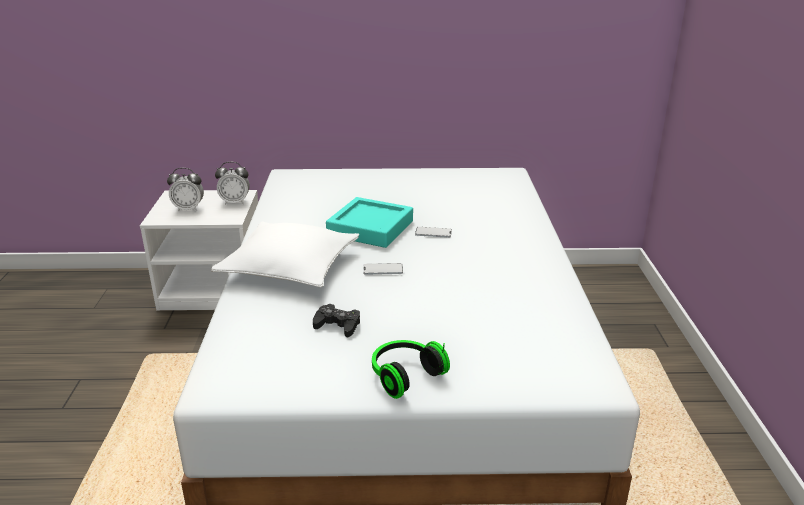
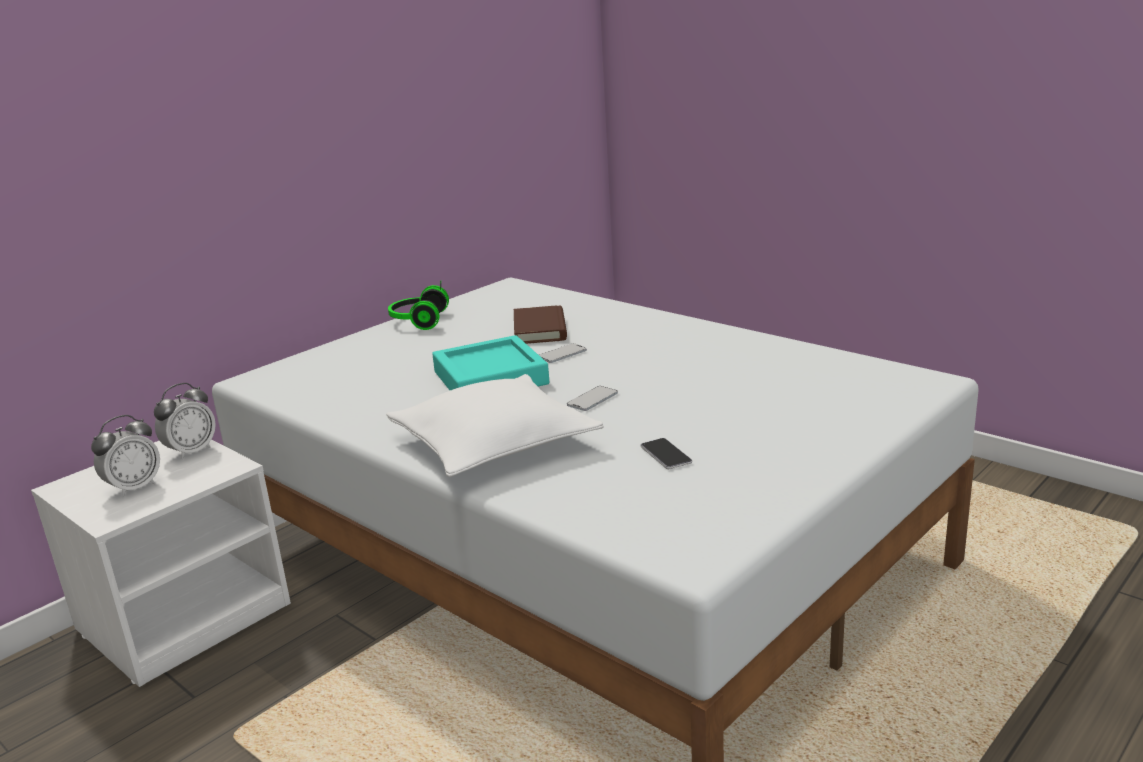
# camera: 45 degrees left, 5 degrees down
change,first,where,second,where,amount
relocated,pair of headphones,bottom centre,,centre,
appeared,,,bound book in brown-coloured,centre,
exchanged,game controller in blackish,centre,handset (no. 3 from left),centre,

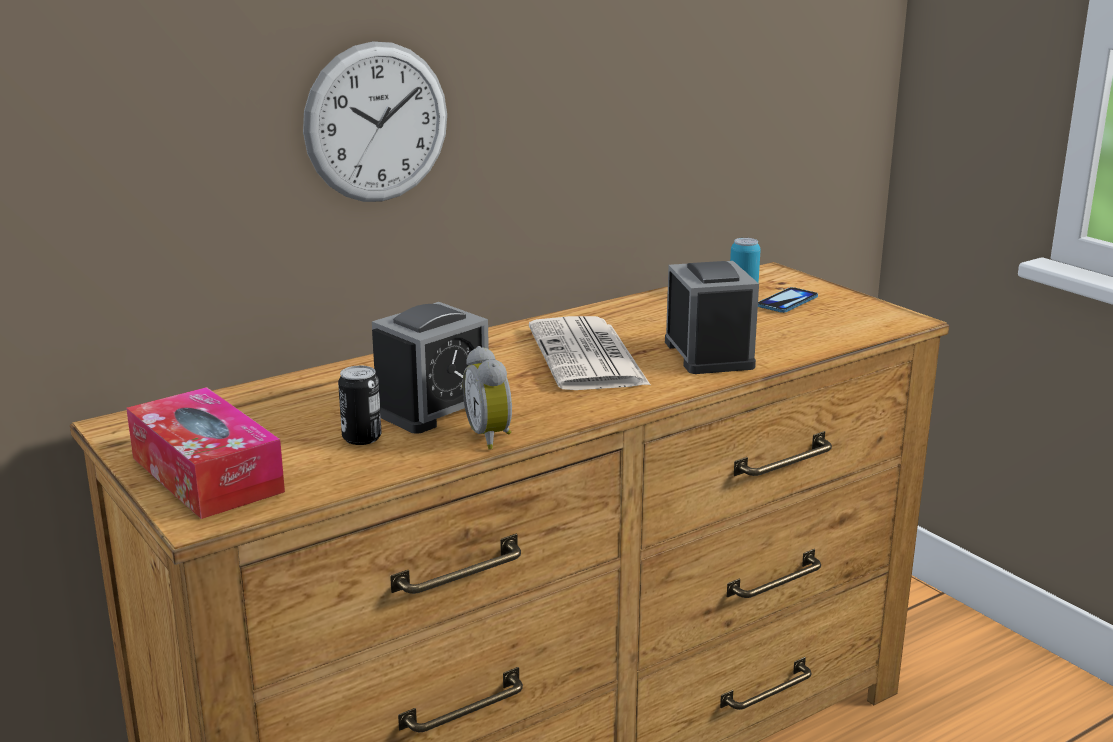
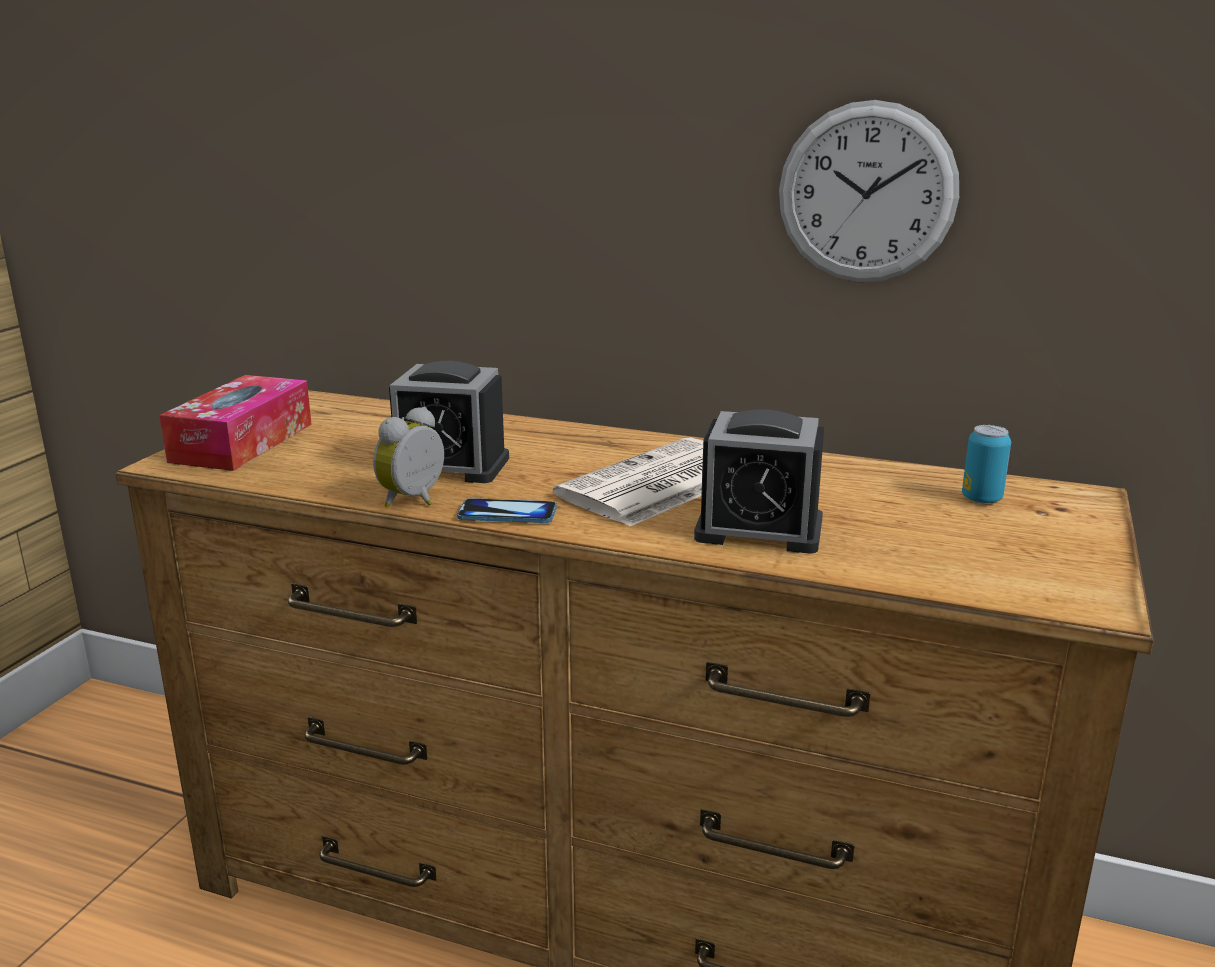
# camera: 55 degrees right, 0 degrees up
change,first,where,second,where,amount
relocated,handset,middle right,,centre,
spun,alarm clock (no. 3 from left),centre,,centre,60 degrees clockwise
relocated,hanging clock,top centre,,top right,
missing,can (no. 1 from left),middle left,,,

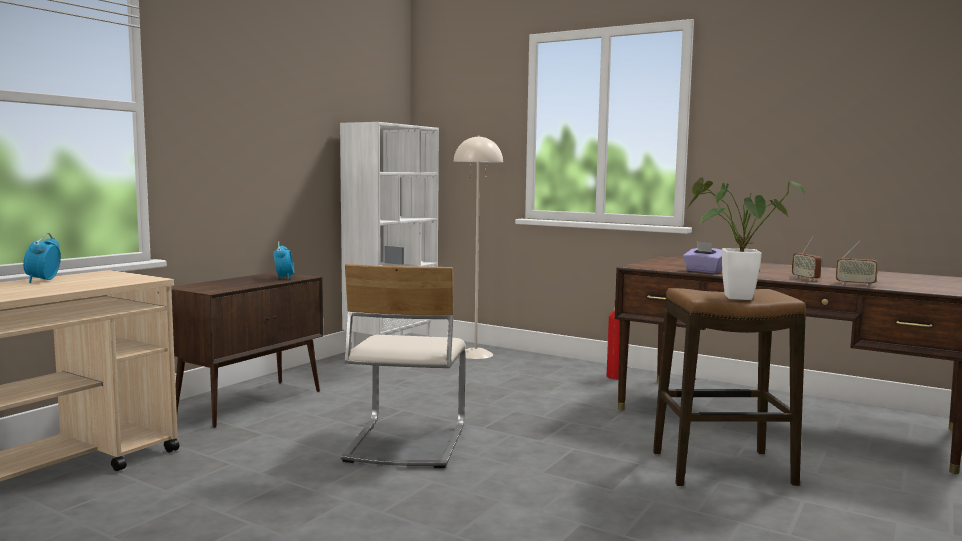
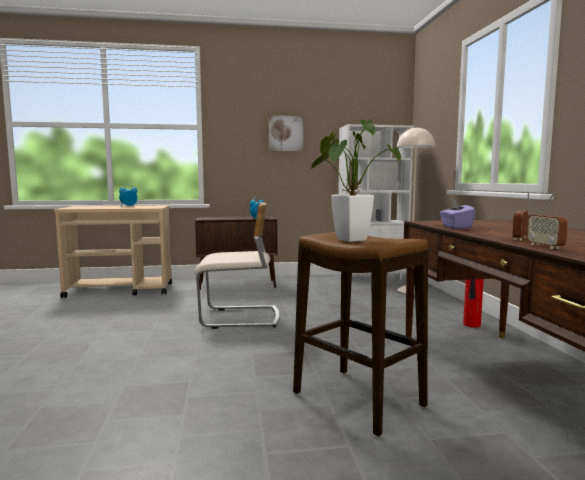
# camera: 50 degrees right, 0 degrees up
change,first,where,second,where,amount
spun,plain chair in beige-coloured,bottom centre,,centre,150 degrees counterclockwise
appeared,,,wall picture,top centre,

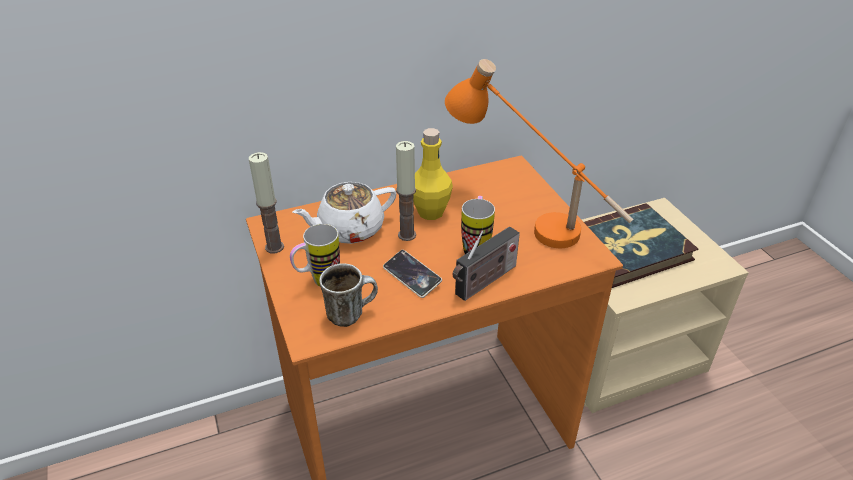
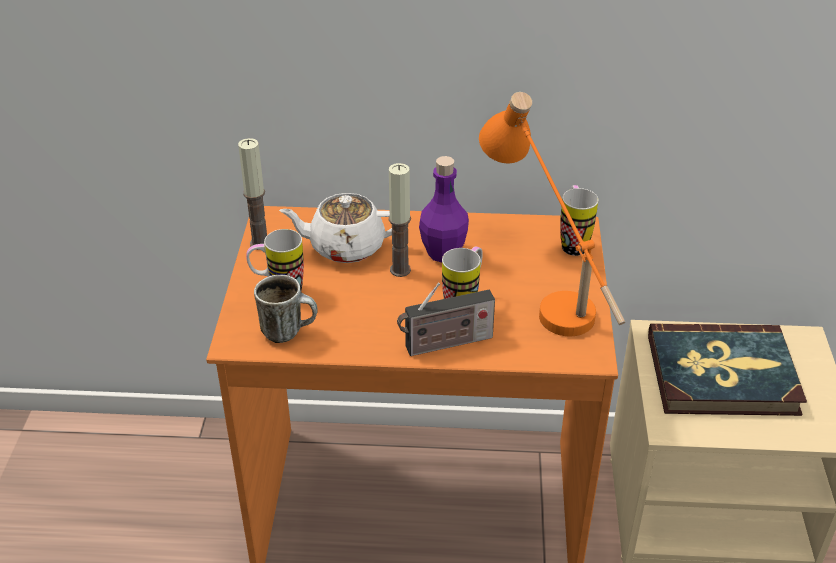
# camera: 25 degrees right, 0 degrees up
change,first,where,second,where,amount
colour,drink bottle in yellowish,centre,drink bottle in purple-coloured,centre,
appeared,,,coffee mug (no. 4 from left),middle right,
missing,handset,centre,,,

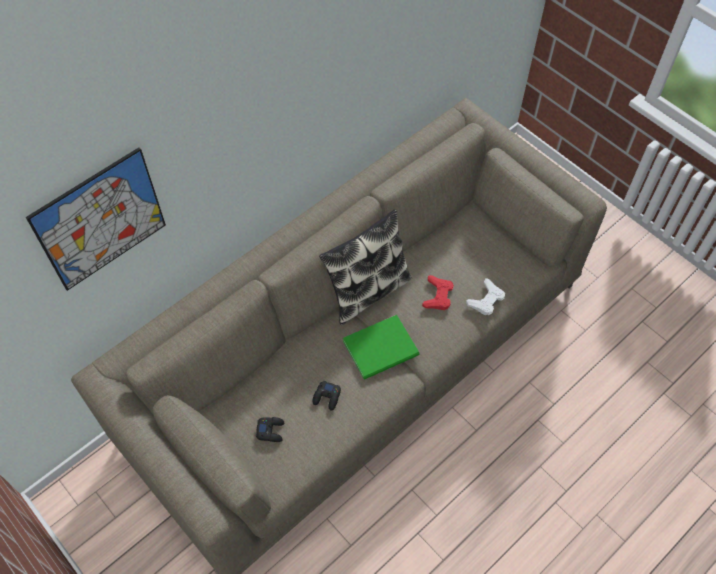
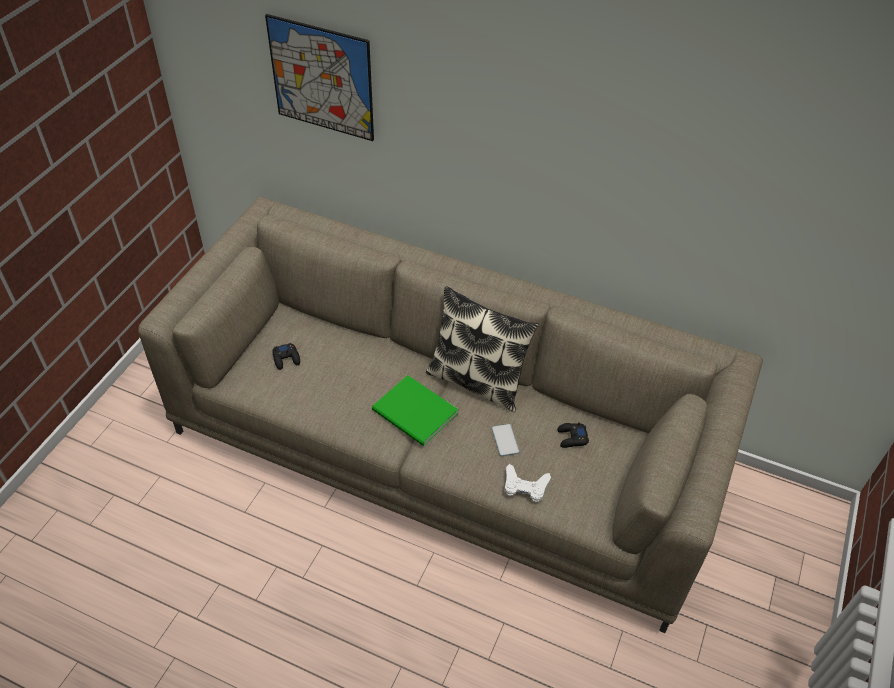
# camera: 65 degrees right, 10 degrees down
change,first,where,second,where,amount
exchanged,game controller in reddish,centre,handset,centre,
relocated,game controller in blackish (no. 2 from left),bottom centre,,centre,

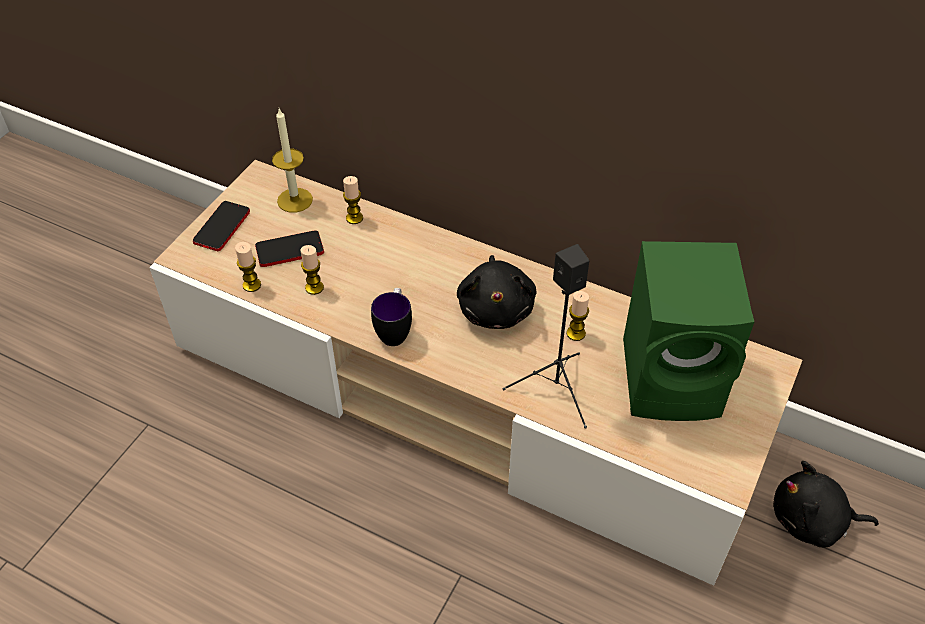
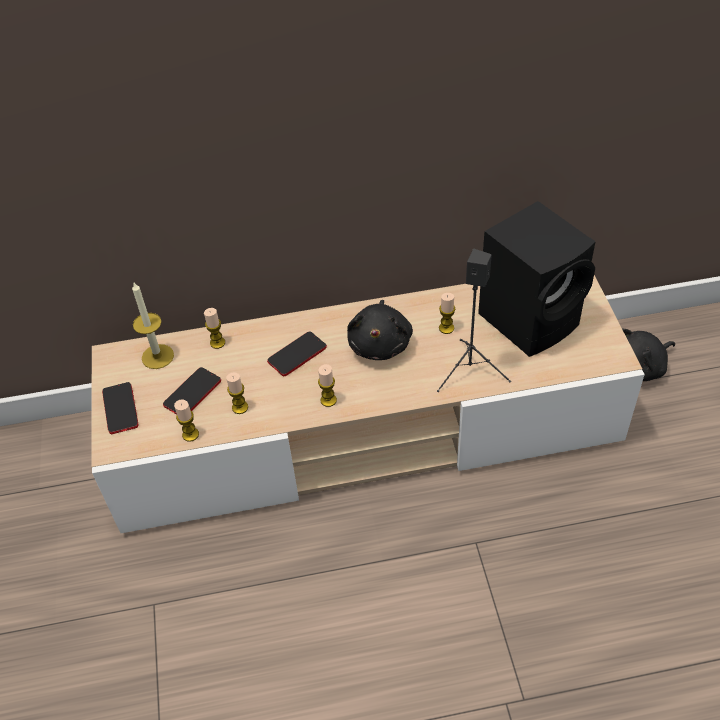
# camera: 35 degrees left, 0 degrees up
change,first,where,second,where,amount
appeared,,,handset (no. 3 from left),centre,
exchanged,coffee mug,centre,candle (no. 5 from left),centre,
spun,soft toy in blackish (no. 1 from left),centre,,centre,45 degrees clockwise
colour,audio speaker in green,middle right,audio speaker in blackish (no. 2 from left),middle right,

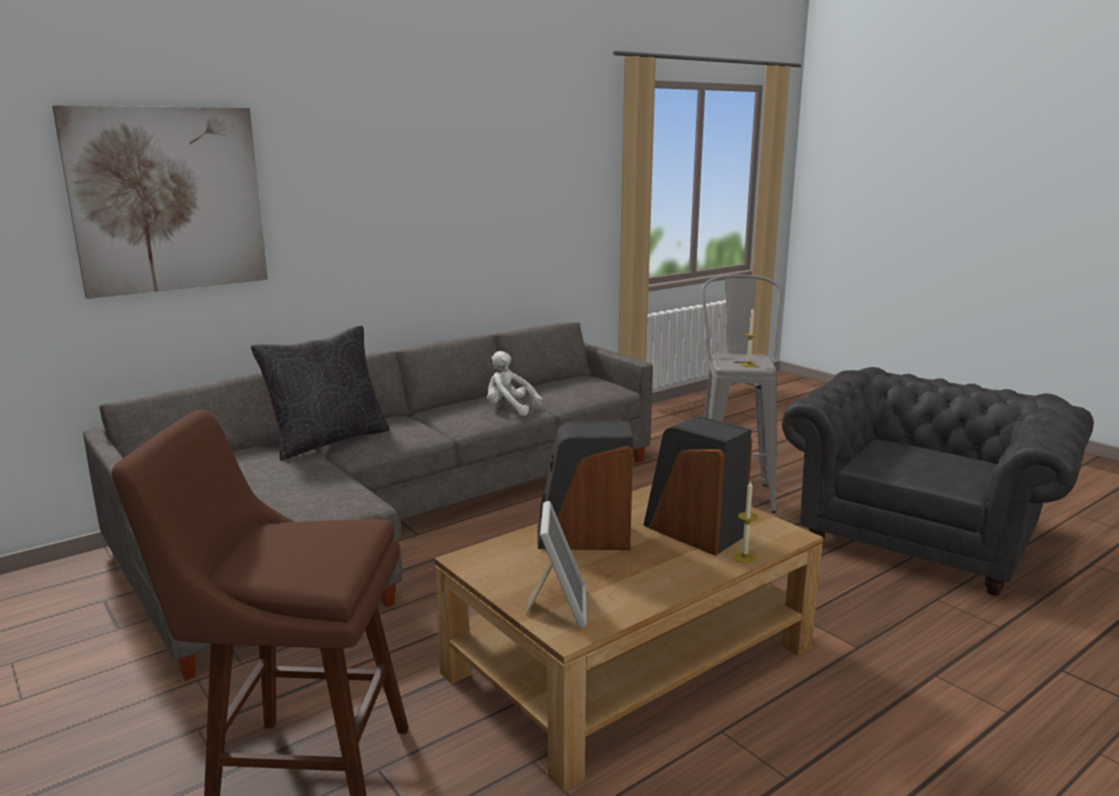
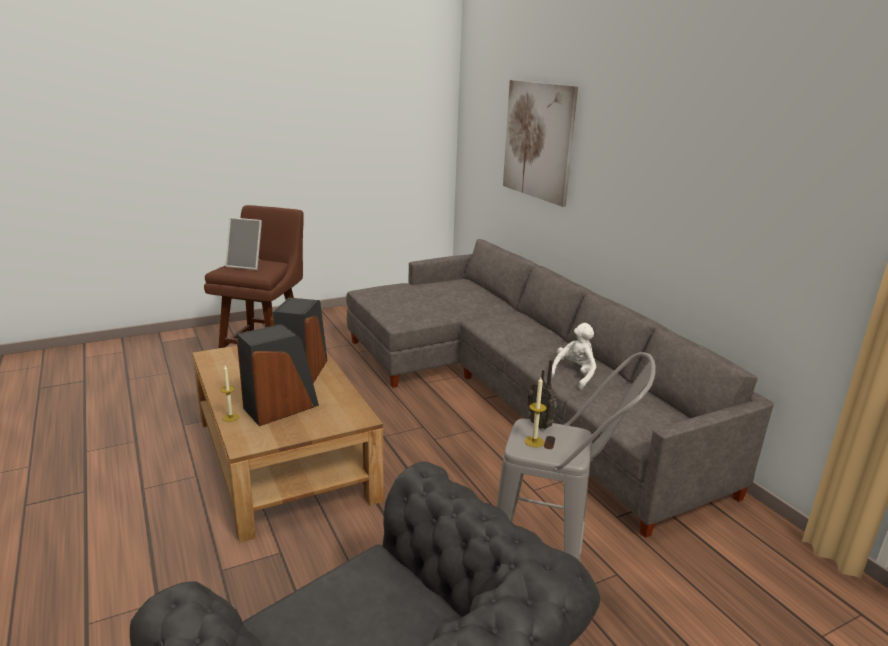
# camera: 100 degrees right, 5 degrees up
change,first,where,second,where,amount
relocated,standing frame,bottom centre,,middle left,
appeared,,,radio,centre,
missing,pillow in blackish,middle left,,,

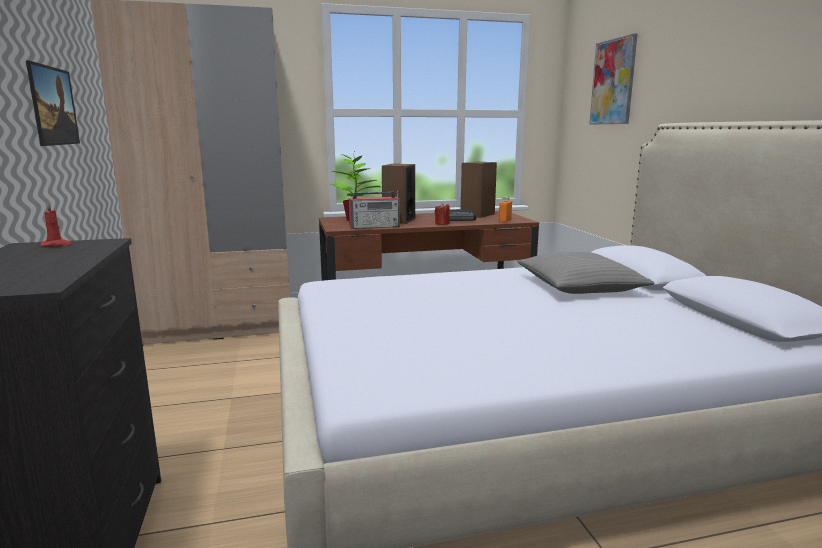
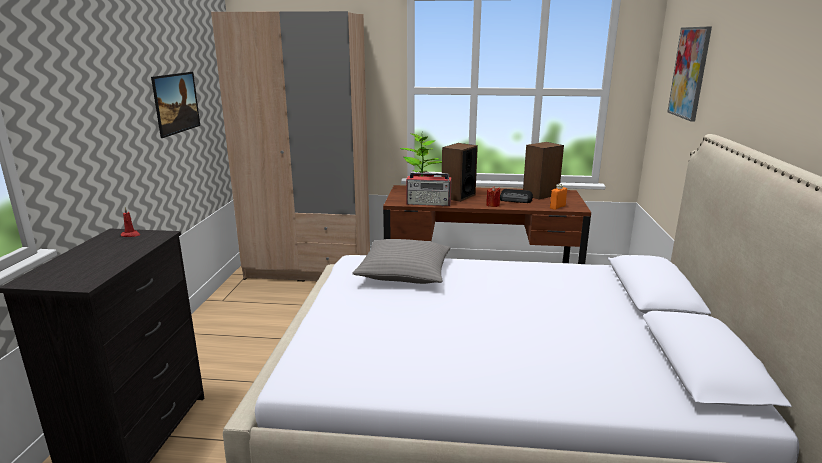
# camera: 20 degrees right, 5 degrees up
change,first,where,second,where,amount
relocated,pillow in gray,middle right,,centre,

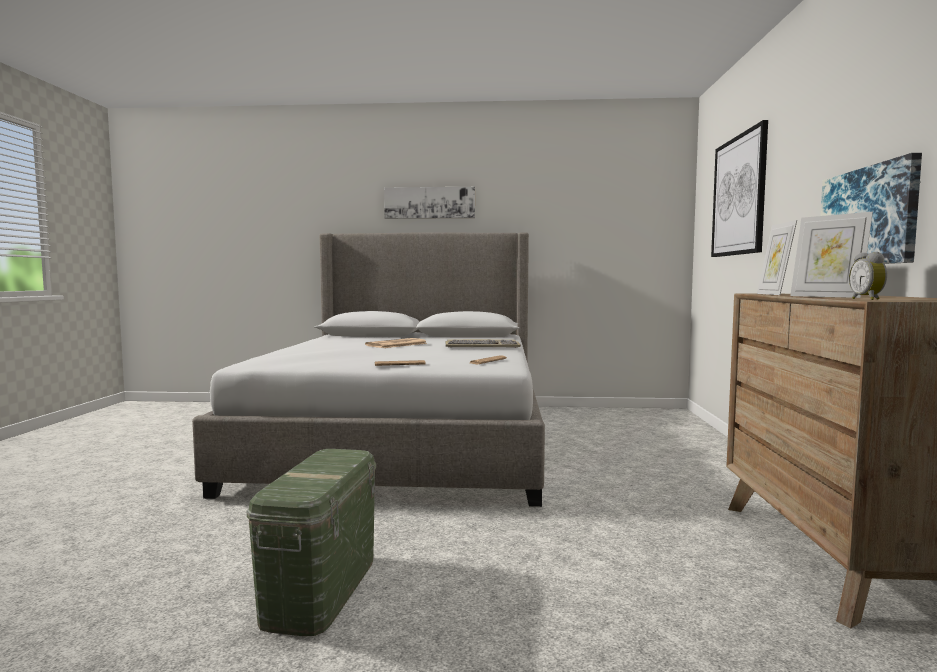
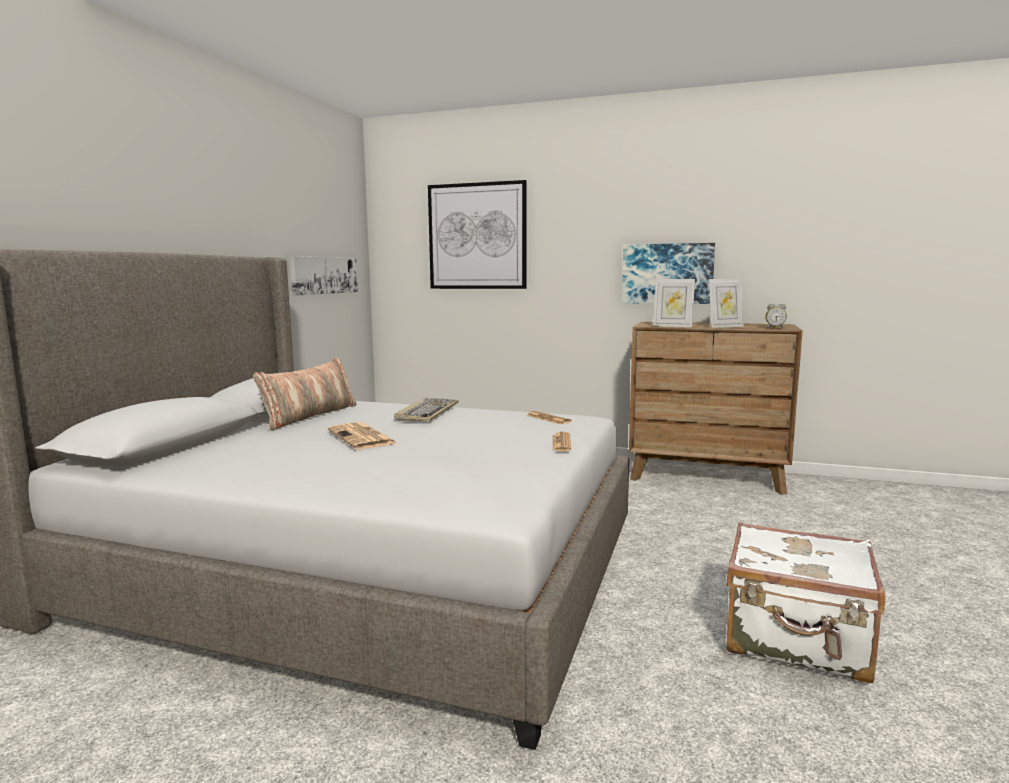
# camera: 75 degrees left, 5 degrees up
change,first,where,second,where,amount
appeared,,,pillow,middle left,
relocated,wall picture (no. 1 from left),top centre,,middle left,
exchanged,storage box in green,bottom left,travel case in white,bottom right,

